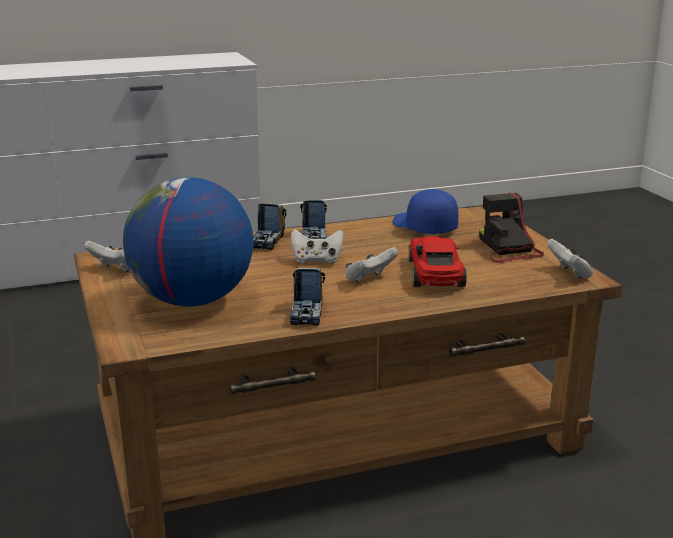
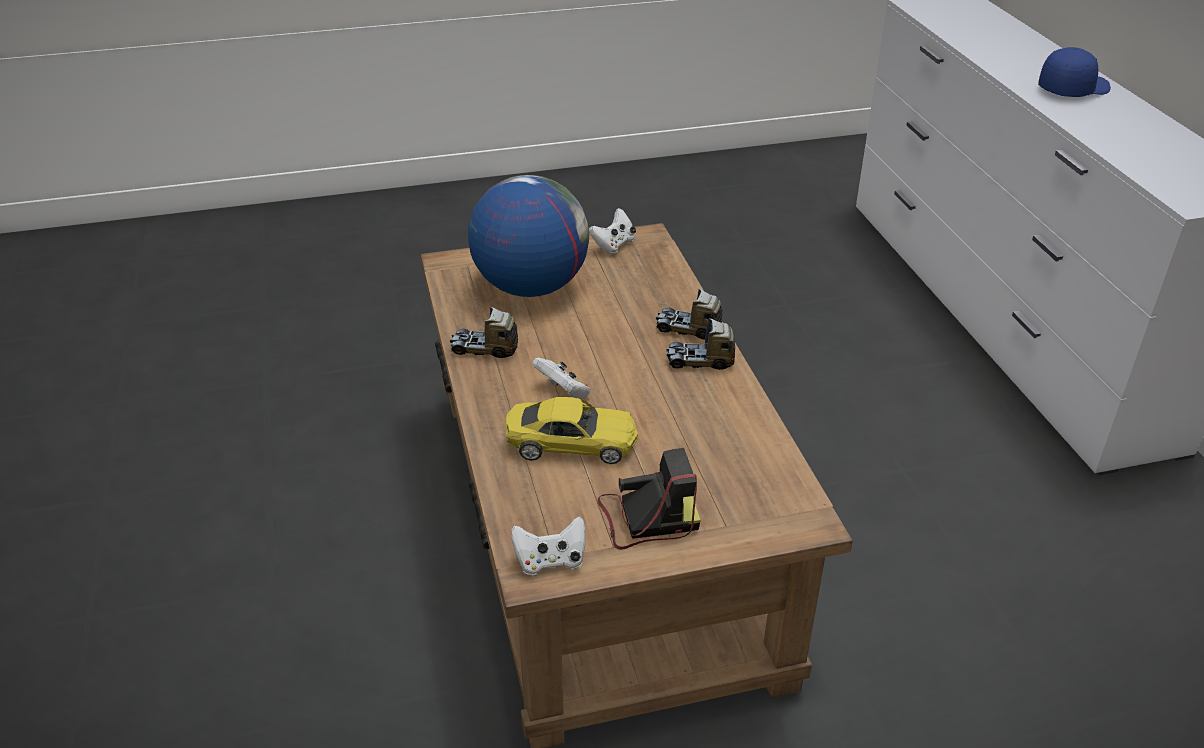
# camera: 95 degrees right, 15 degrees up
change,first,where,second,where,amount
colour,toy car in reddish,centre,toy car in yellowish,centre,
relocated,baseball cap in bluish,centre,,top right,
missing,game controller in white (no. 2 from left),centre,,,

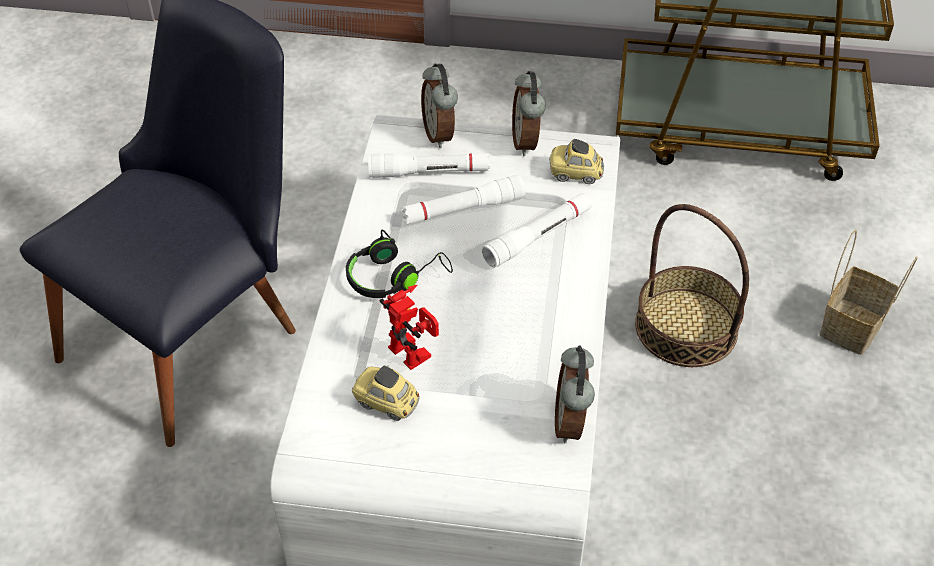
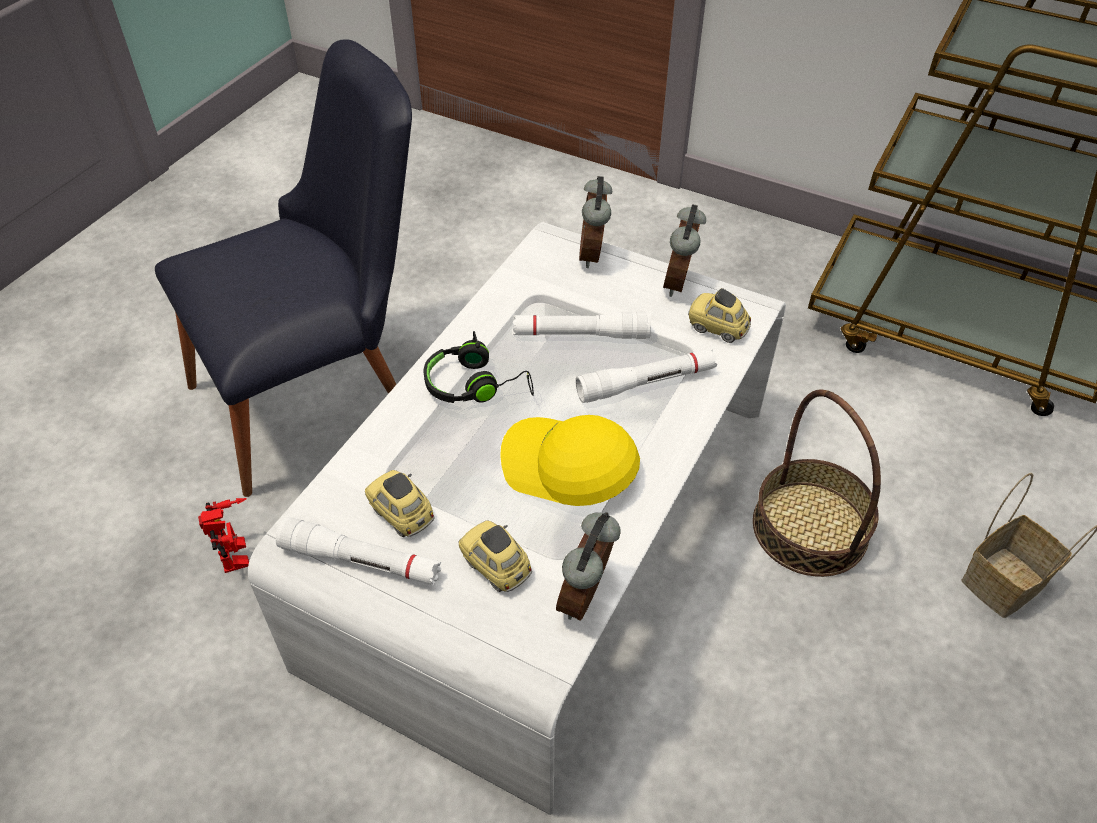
# camera: 20 degrees right, 0 degrees up
change,first,where,second,where,amount
relocated,toy robot,centre,,middle left,
relocated,hand torch in white (no. 1 from left),top centre,,bottom left,
appeared,,,toy car (no. 2 from left),bottom centre,
appeared,,,baseball cap in yellowish,centre,

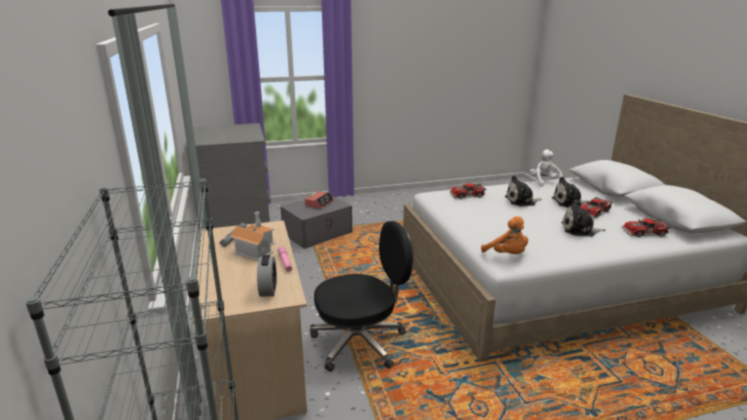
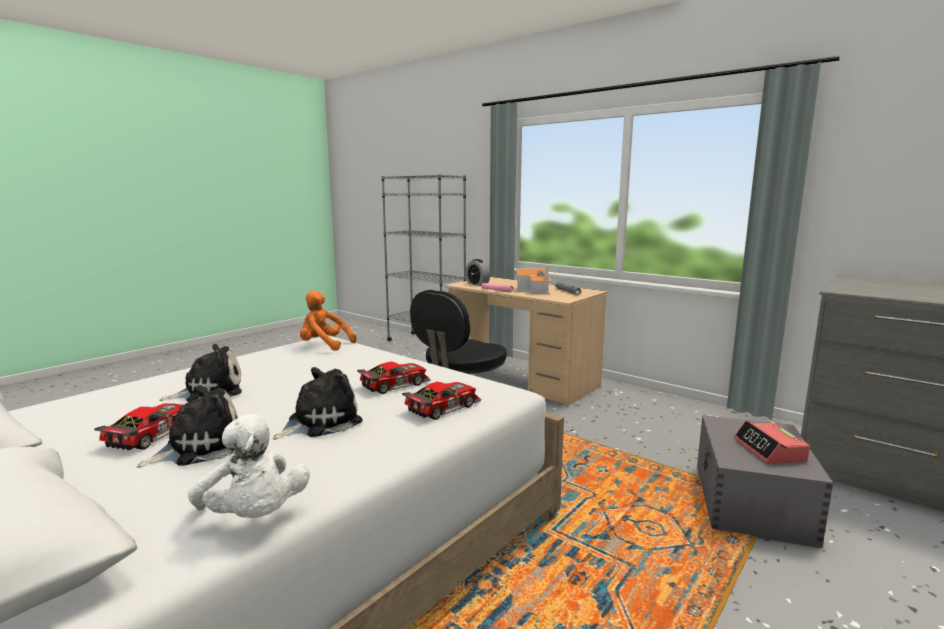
# camera: 145 degrees right, 10 degrees down
change,first,where,second,where,amount
relocated,toy car (no. 3 from left in the first image),middle right,toy car (no. 2 from left),centre,

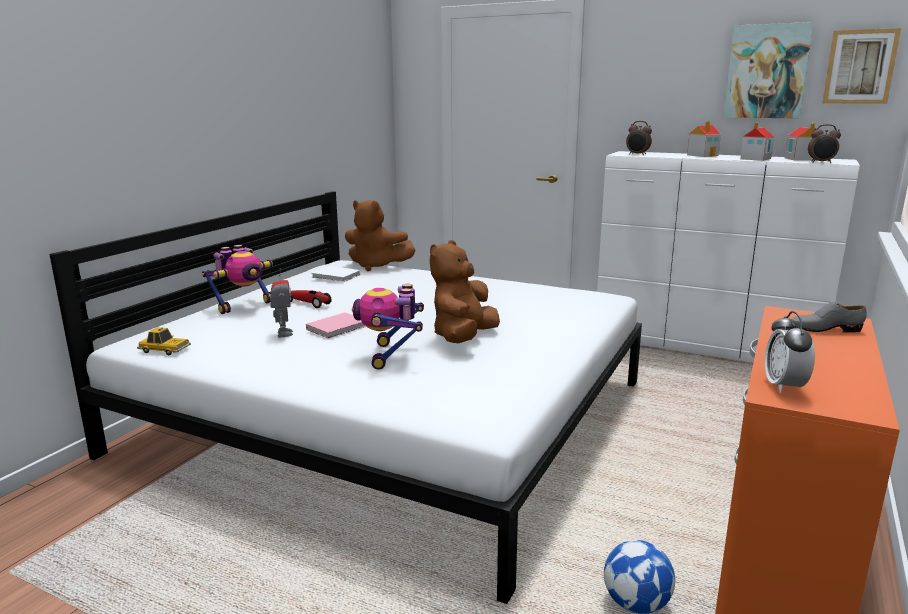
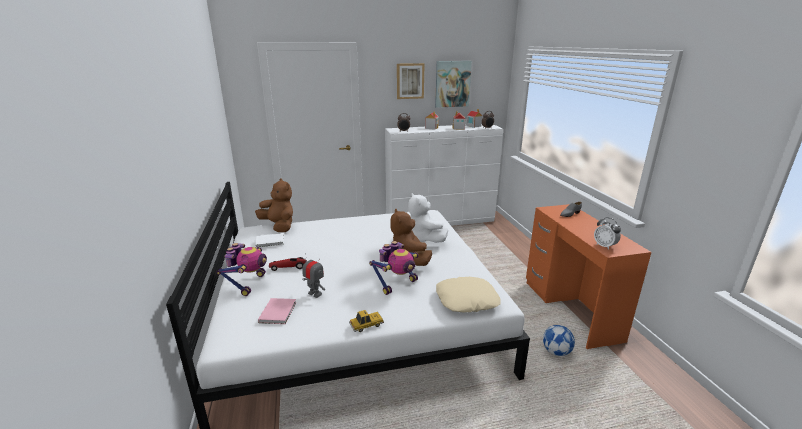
# camera: 40 degrees left, 5 degrees up
change,first,where,second,where,amount
spun,soft toy in brown-coloured (no. 1 from left),centre,,centre,120 degrees counterclockwise
relocated,bound book in pinkish,centre,,bottom centre,
relocated,toy car (no. 1 from left in the first image),middle left,toy car (no. 2 from left),bottom centre,
spun,toy robot (no. 3 from left),centre,,centre,90 degrees counterclockwise
relocated,wall picture (no. 2 from left in the first image),top right,wall picture (no. 1 from left),top centre,
appeared,,,soft toy in white,centre,
appeared,,,pillow in beige-coloured,bottom centre,

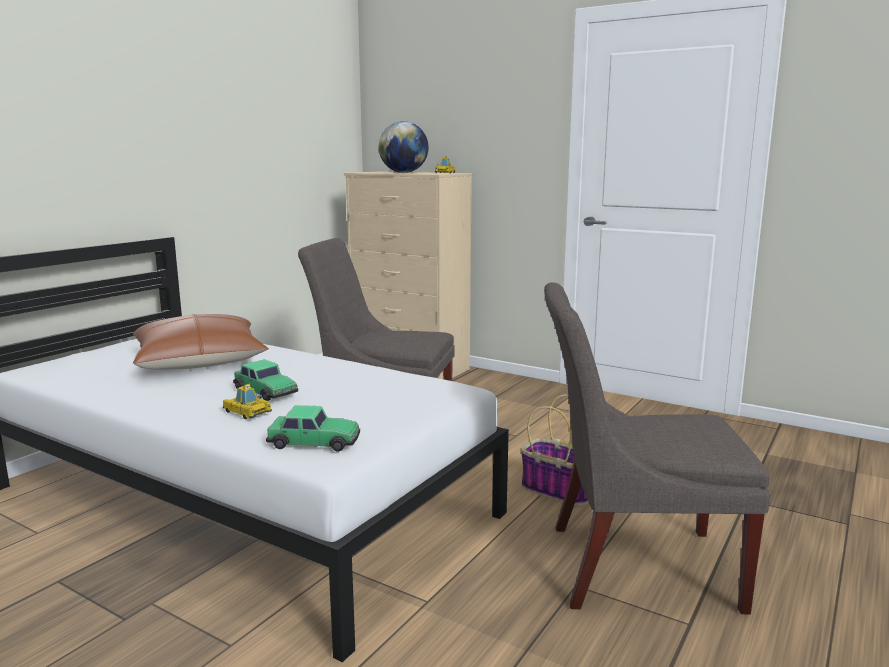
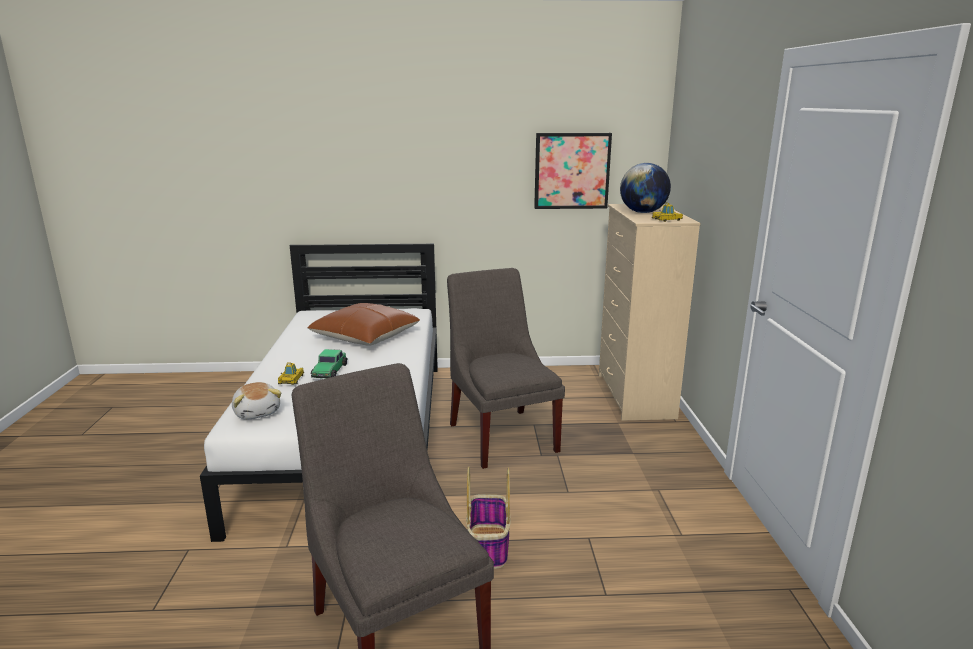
# camera: 55 degrees right, 5 degrees up
change,first,where,second,where,amount
exchanged,toy car (no. 3 from left),centre,soft toy,middle left,
appeared,,,wall picture,top centre,

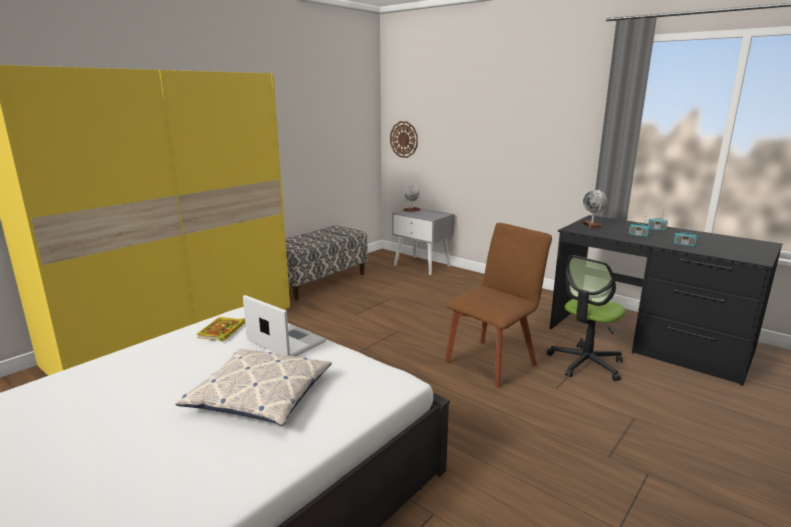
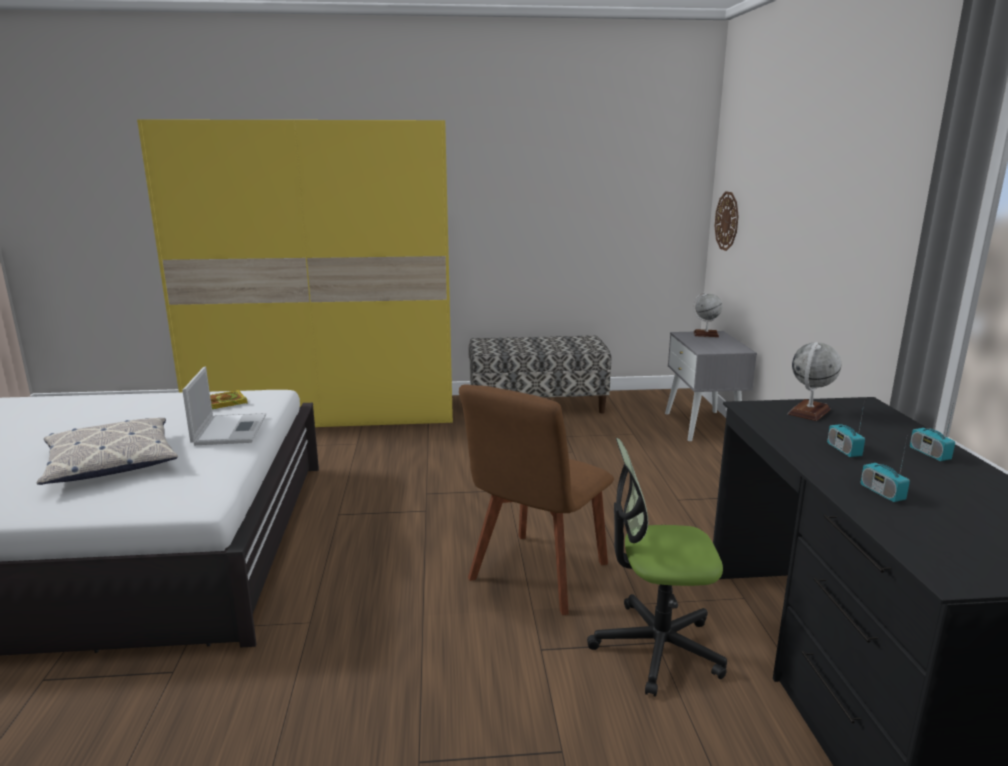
# camera: 45 degrees right, 0 degrees up
change,first,where,second,where,amount
spun,plain chair in brown-coloured,centre,,centre,120 degrees clockwise

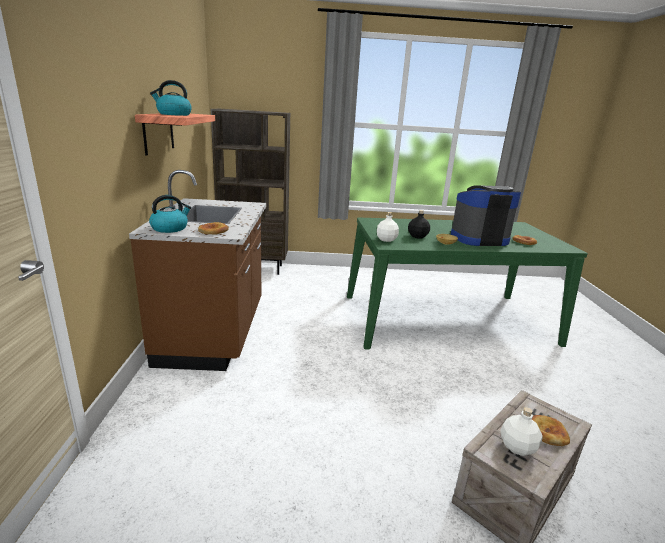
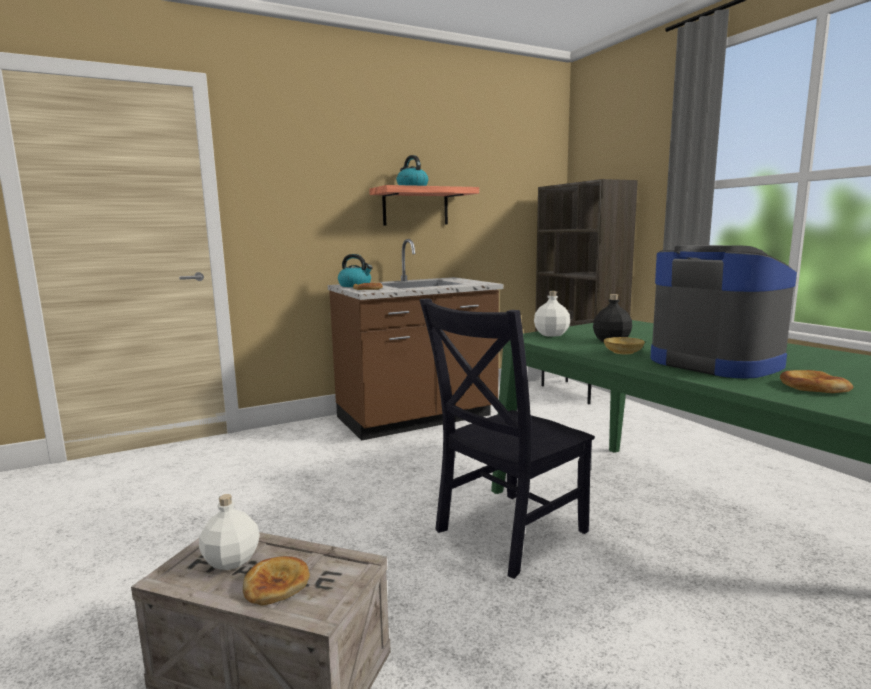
# camera: 65 degrees right, 10 degrees down
change,first,where,second,where,amount
appeared,,,plain chair in blackish,centre,

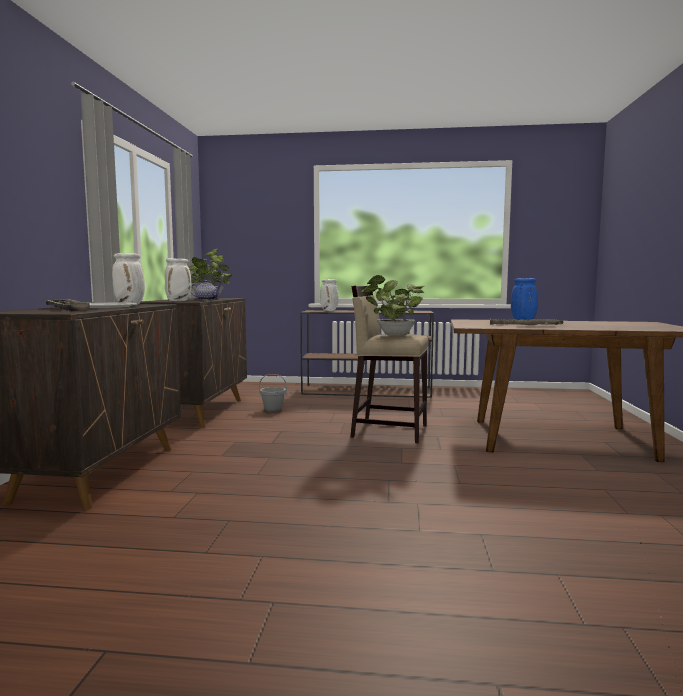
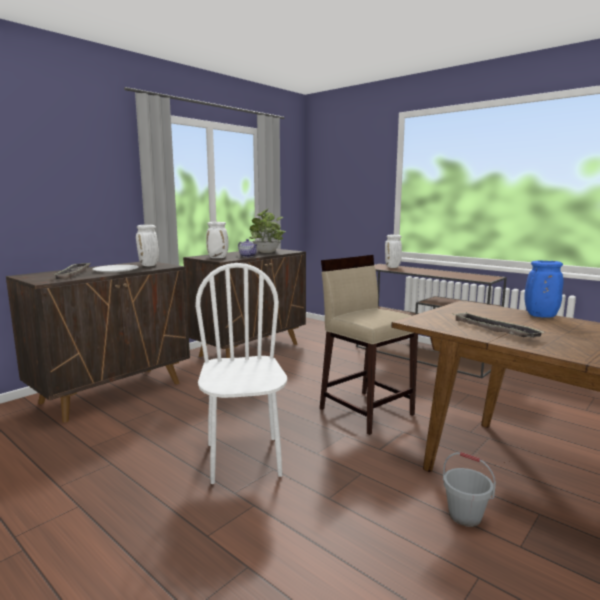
# camera: 35 degrees right, 5 degrees up
change,first,where,second,where,amount
appeared,,,plain chair in white,centre,
relocated,water bucket in gray,centre,,bottom right,
missing,plant in a pot (no. 2 from left),centre,,,

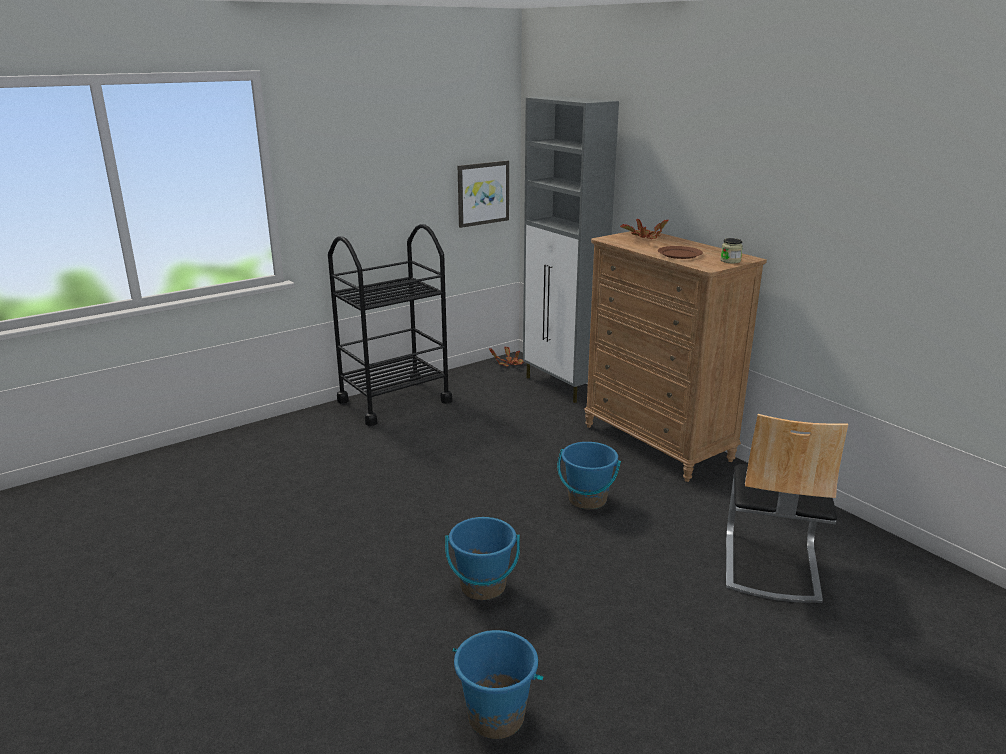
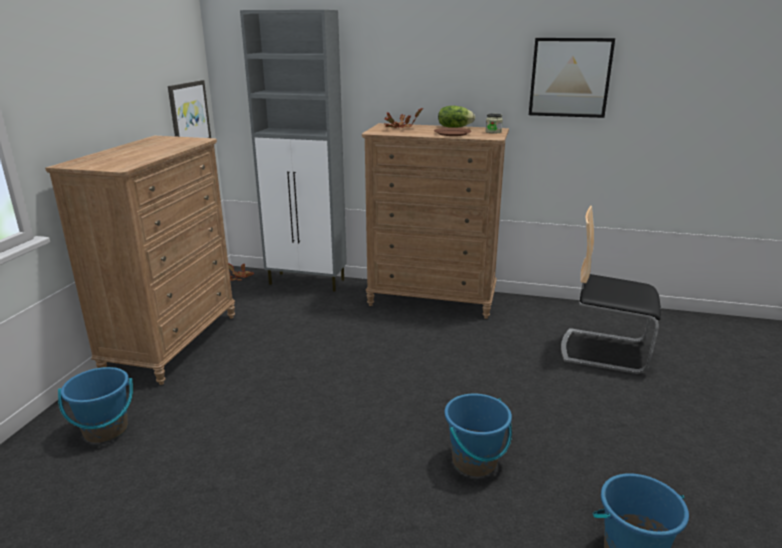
# camera: 40 degrees left, 0 degrees up
change,first,where,second,where,amount
exchanged,cart in blackish,centre,dresser in brown-coloured (no. 1 from left),middle left,
relocated,water bucket in bluish (no. 3 from left in the first image),centre,water bucket in bluish (no. 1 from left),bottom left,
appeared,,,lettuce,top centre,
appeared,,,wall picture (no. 2 from left),top right,
spun,plain chair,bottom right,,middle right,135 degrees clockwise

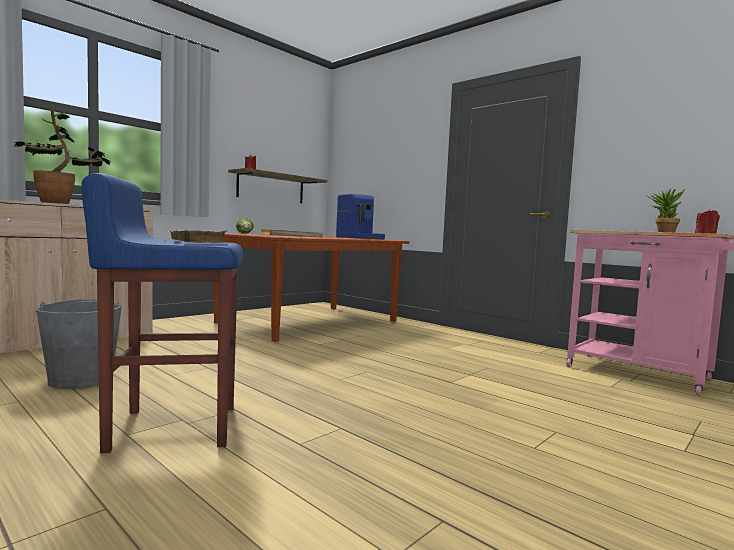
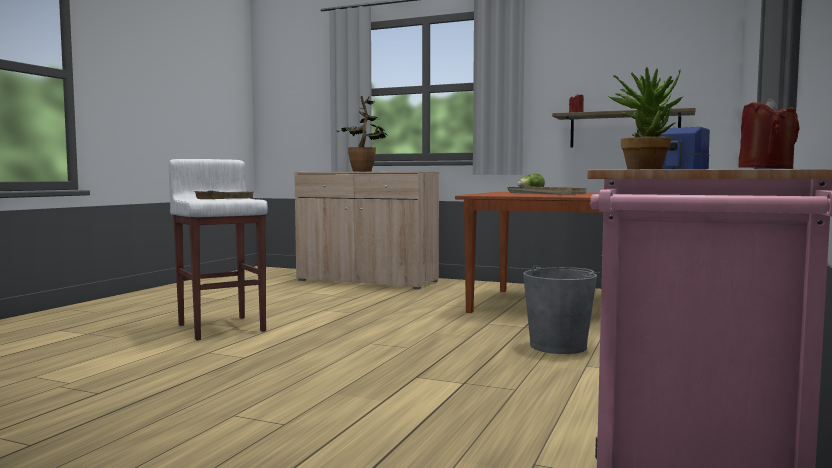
# camera: 70 degrees right, 0 degrees up
change,first,where,second,where,amount
colour,sitting stool in bluish,middle left,sitting stool in white,middle left,
relocated,water bucket in gray,middle left,,middle right,

